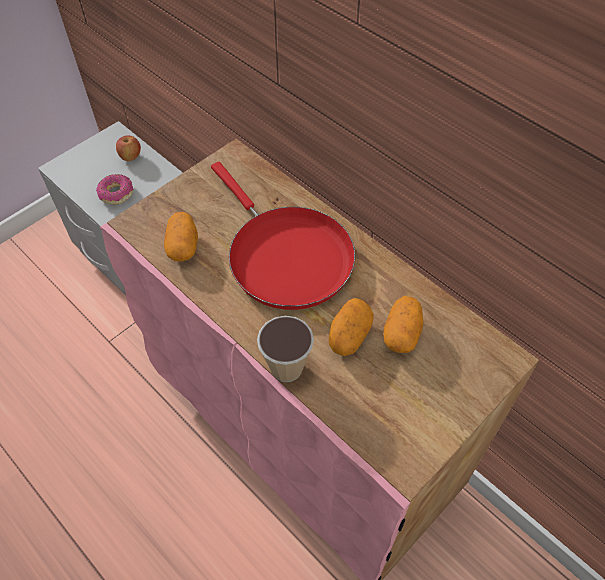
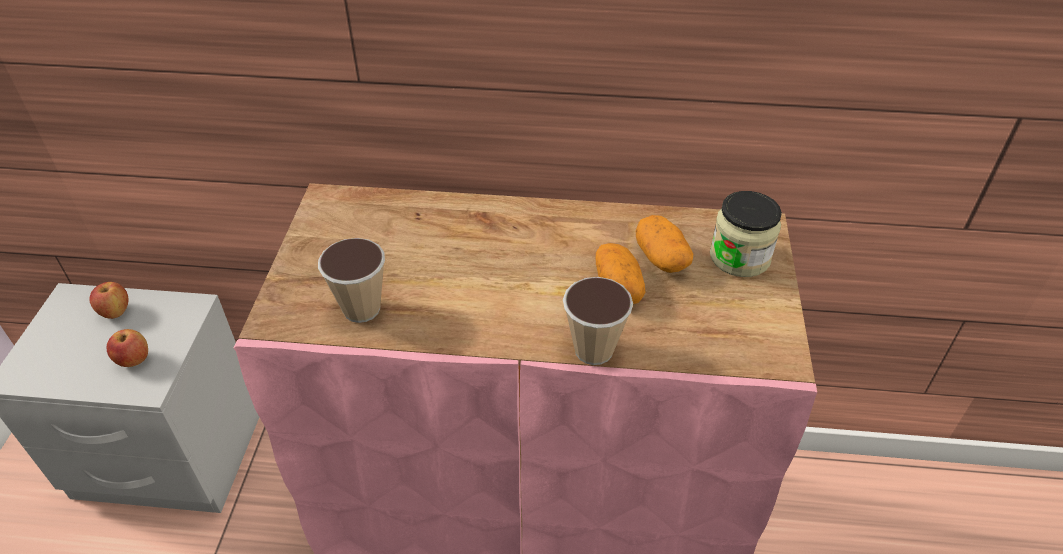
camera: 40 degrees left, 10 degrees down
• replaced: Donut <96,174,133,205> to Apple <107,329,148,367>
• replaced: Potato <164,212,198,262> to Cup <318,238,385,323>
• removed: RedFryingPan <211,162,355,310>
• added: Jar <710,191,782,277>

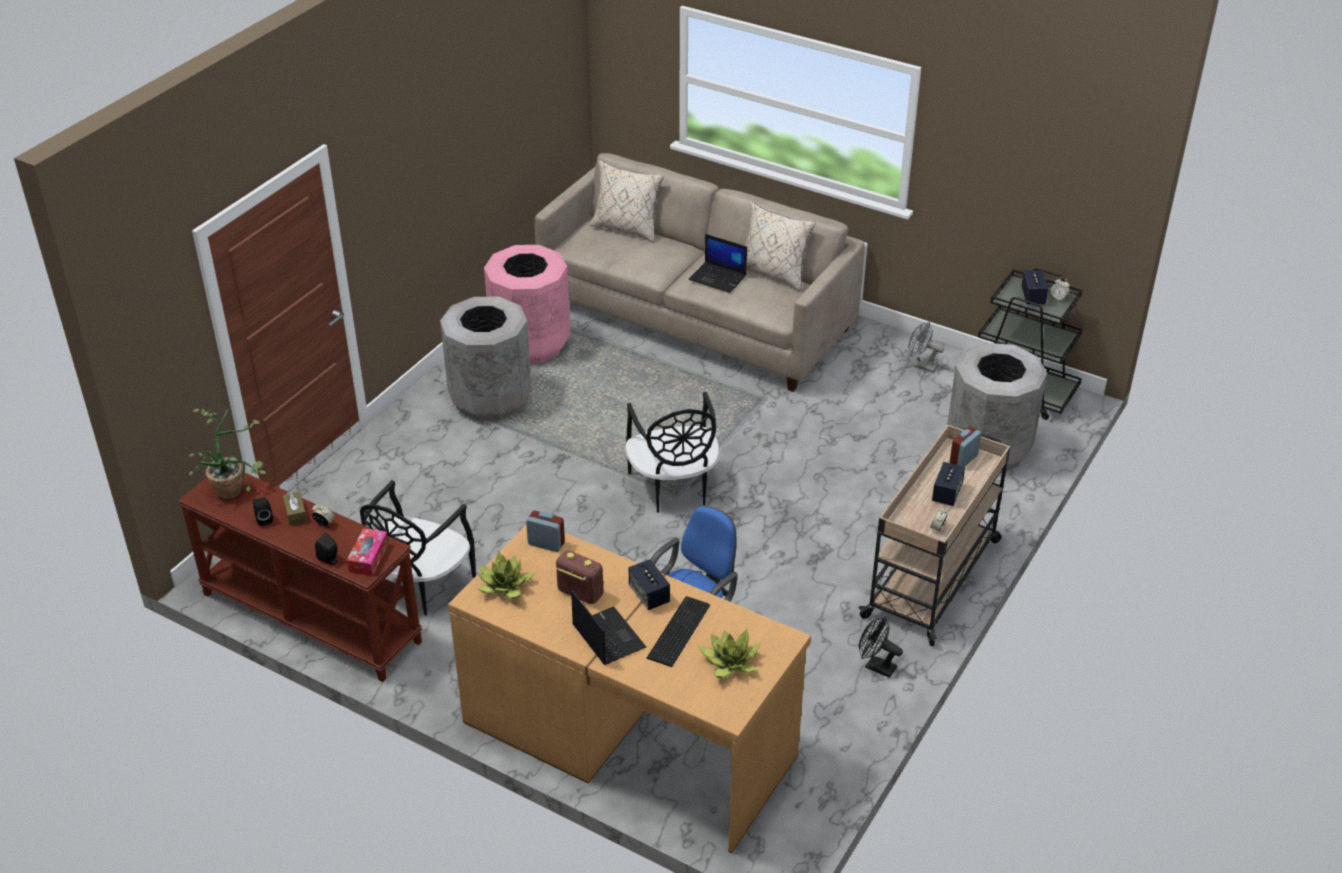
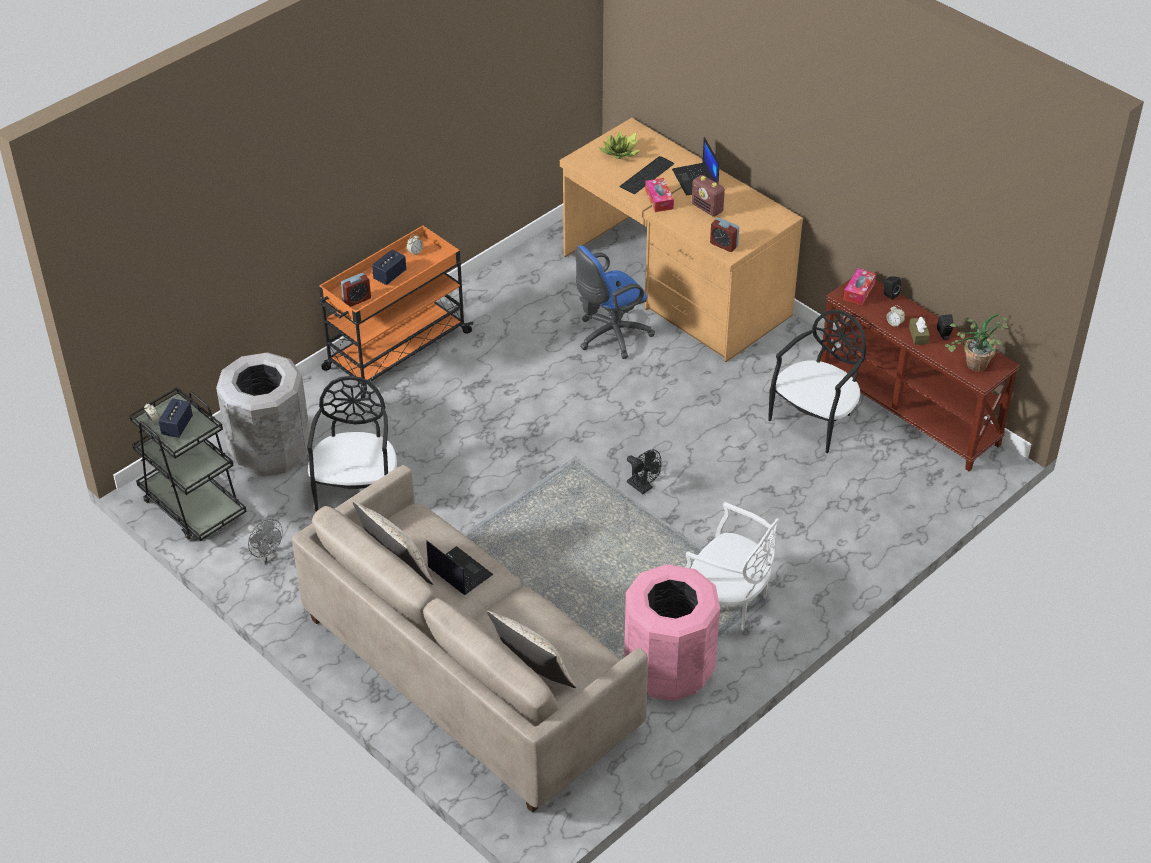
camera: 165 degrees left, 5 degrees up
• replaced: GreyTrashCan <440,297,532,421> to WhiteChair <686,502,779,630>
• removed: PottedPlant <478,551,535,599>
• moved: BlackChair <625,392,719,513> to <307,376,397,512>
• replaced: Speaker <629,559,670,610> to TissueBox <645,178,674,212>
• recoloured: BeigeCart <858,425,1010,646> to OrangeCart <318,225,473,398>
• moved: BlackFan <859,617,903,678> to <627,449,661,494>

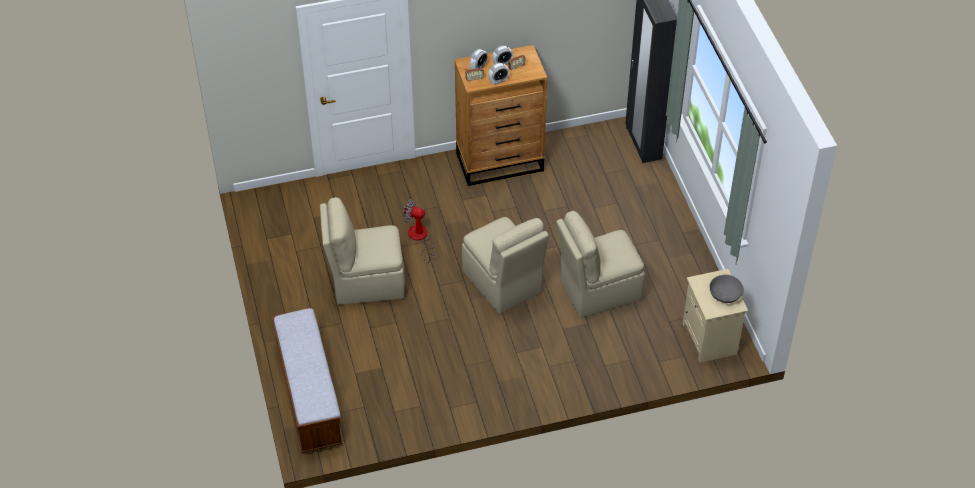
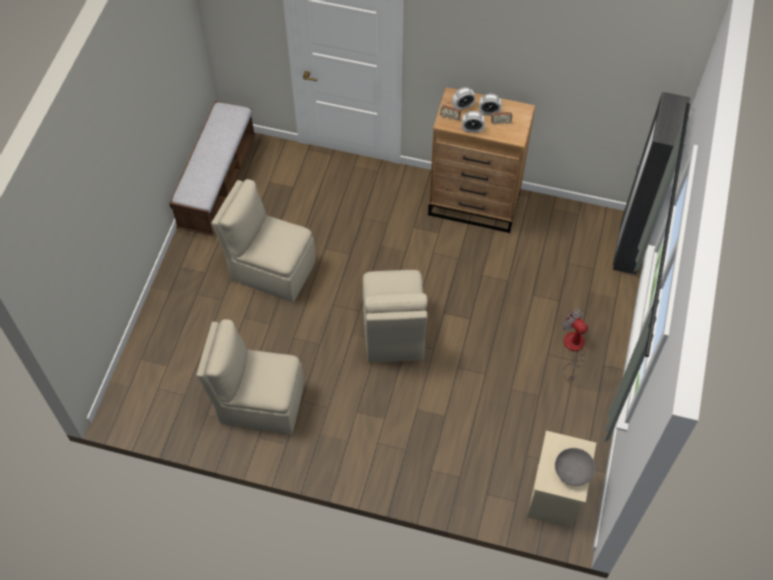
camera: 30 degrees right, 10 degrees up
• moved: Bench <272,308,343,453> to <169,101,256,236>
• moved: Fan <403,199,434,262> to <562,309,588,381>
• moved: BeigeChair <556,211,645,318> to <196,319,304,435>

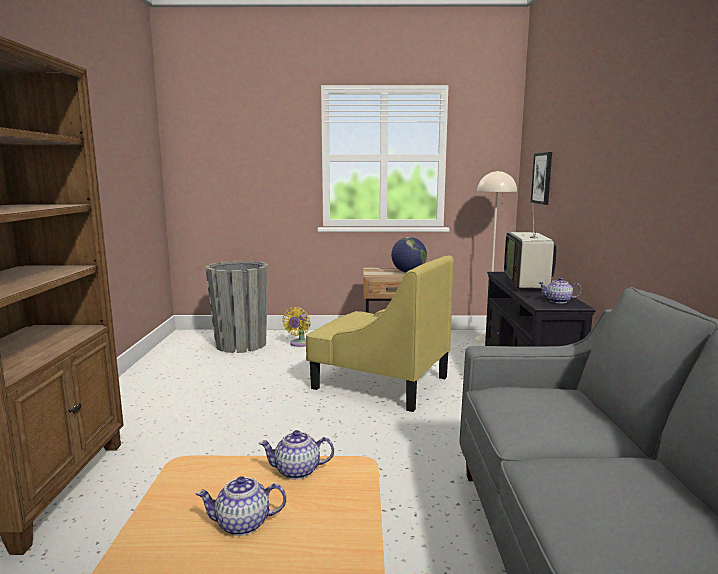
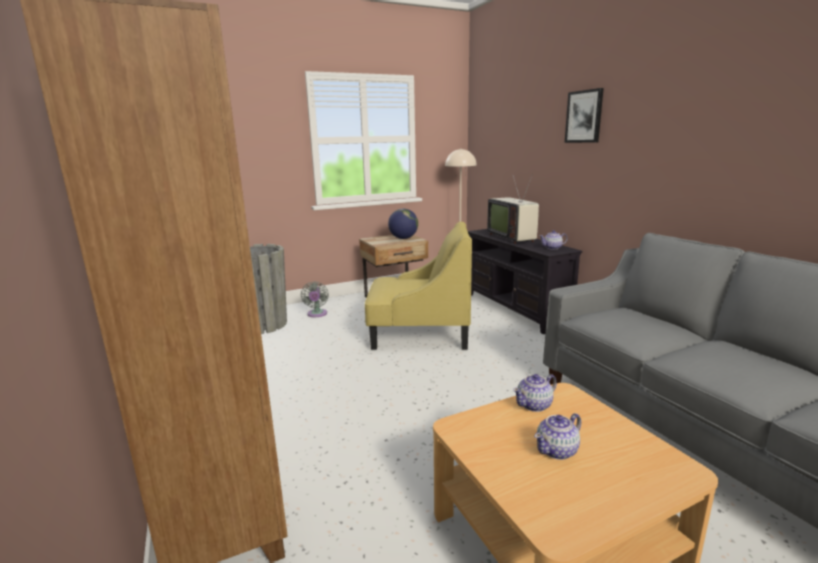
camera: 25 degrees left, 5 degrees up
• recoloured: YellowFan <282,307,310,347> to GreyFan <301,281,329,317>
• moved: Picture <531,152,552,205> to <565,88,604,143>

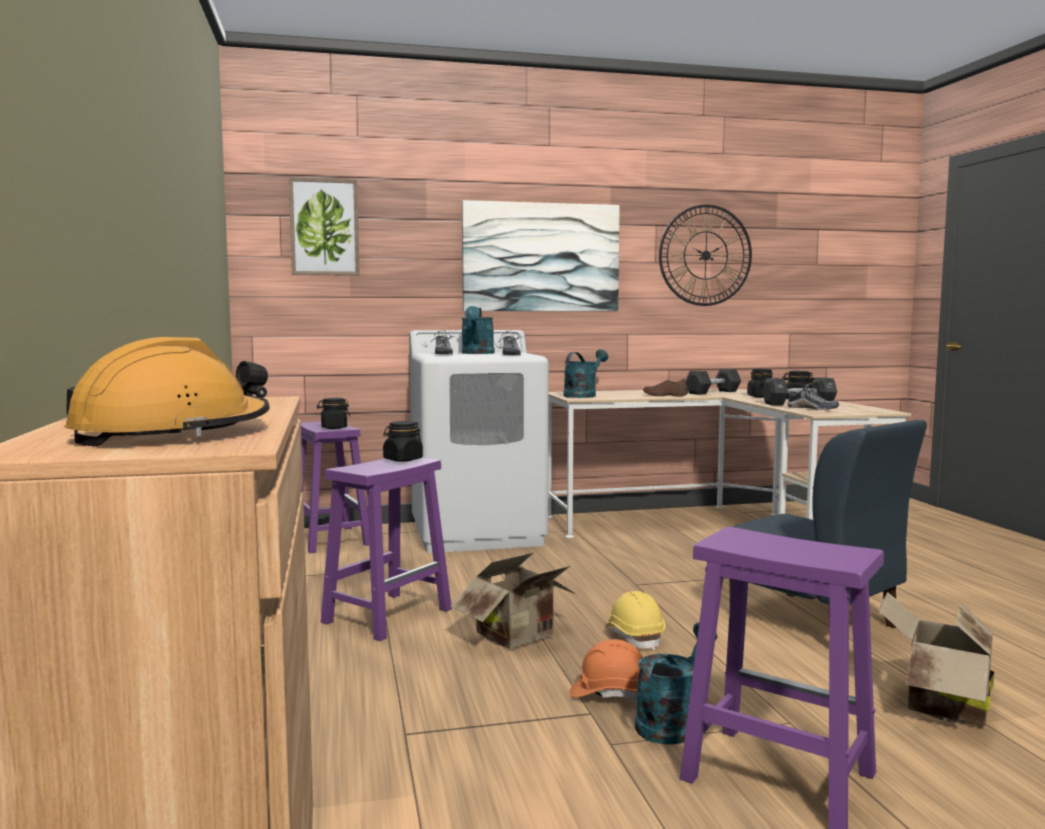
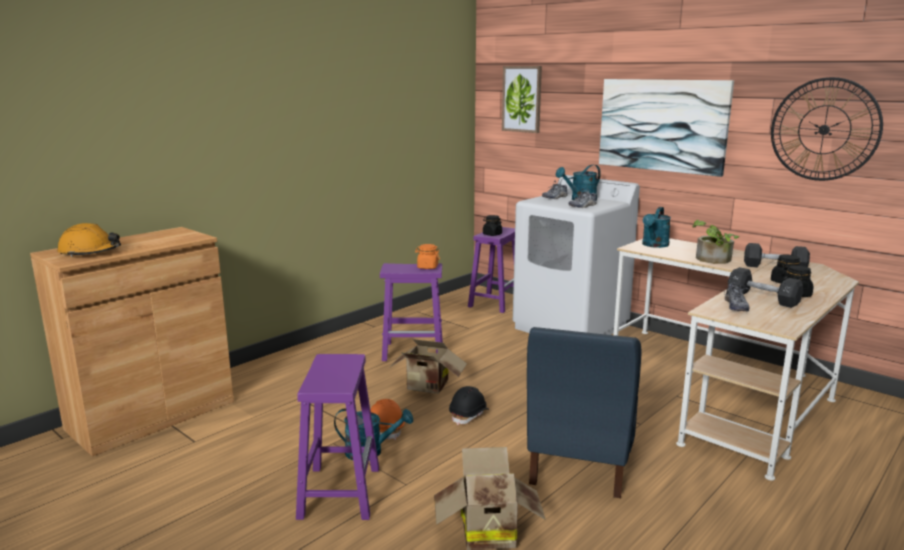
camera: 55 degrees right, 10 degrees up
• recoloured: BlackJar <383,421,423,462> to OrangeJar <415,244,440,269>
• turned: TurquoiseWateringCan <563,349,608,398> = <642,207,671,248> 120 degrees clockwise
• recoloured: YellowHardHat <605,591,665,650> to BlackHardHat <449,386,489,425>
• replaced: BrownShoe <643,378,688,397> to PottedPlant <692,220,739,264>

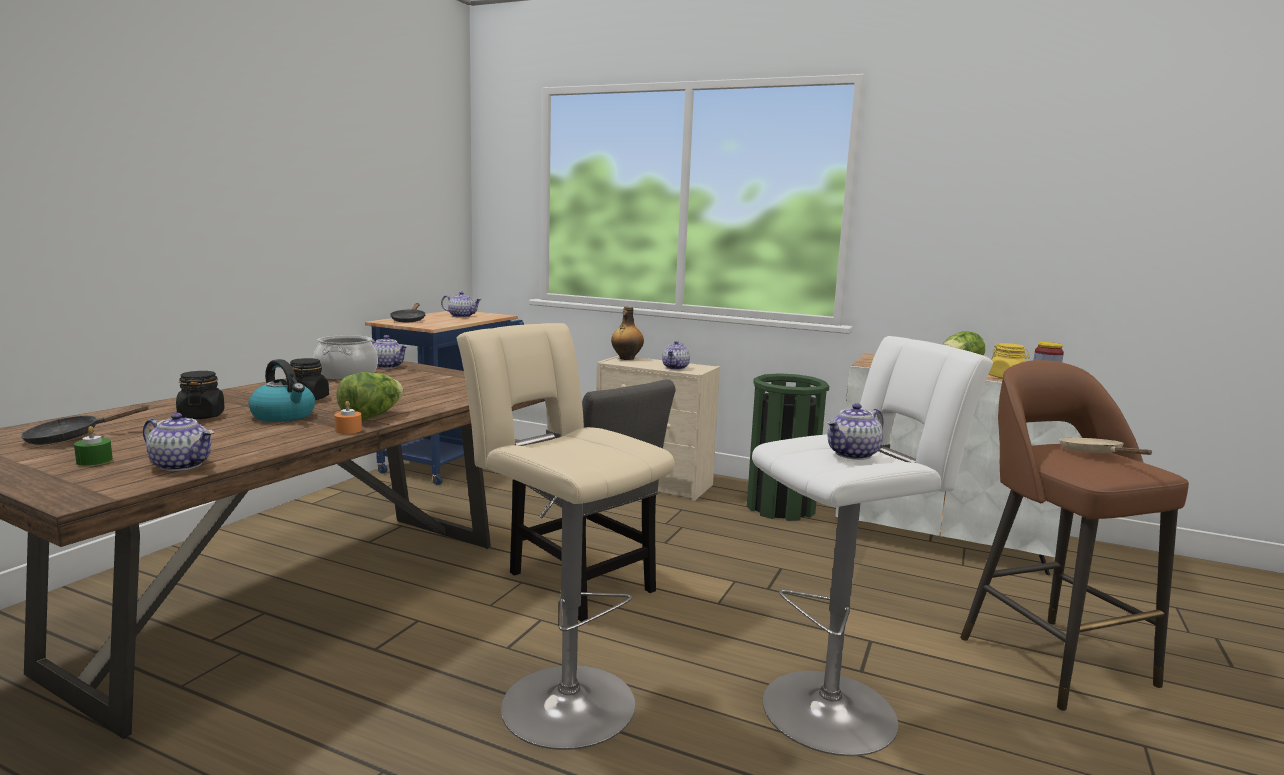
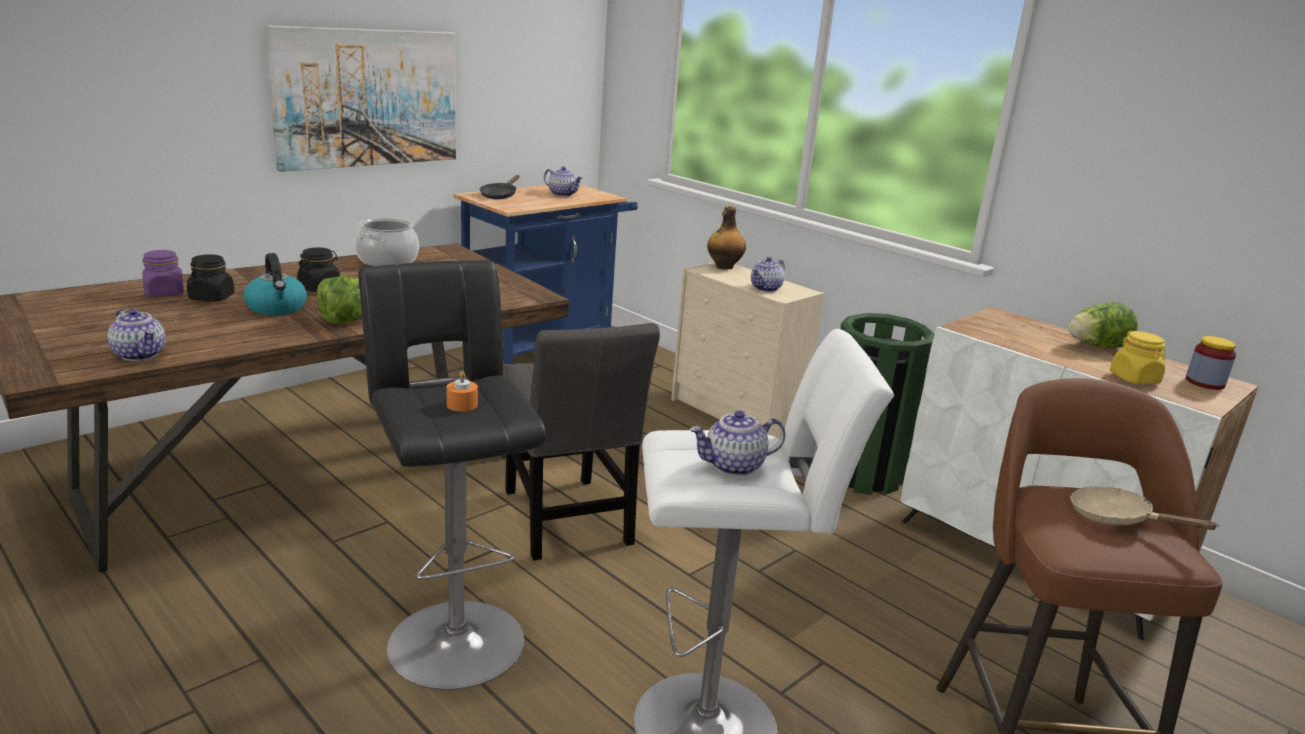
camera: 20 degrees right, 10 degrees up
• removed: BlackFryingPan <20,405,150,445>
• removed: GreenCandle <74,426,113,466>
• moved: OrangeCandle <334,401,362,434> to <447,371,478,412>
• removed: Teapot <371,335,408,369>
• recoloured: BeigeStool <457,323,675,750> to BlackStool <358,260,547,690>
• turned: BeigeFryingPan <1059,438,1152,455> = <1070,486,1219,530> 60 degrees counterclockwise
• added: PurpleJar <142,250,184,297>
• added: Picture <265,25,456,172>

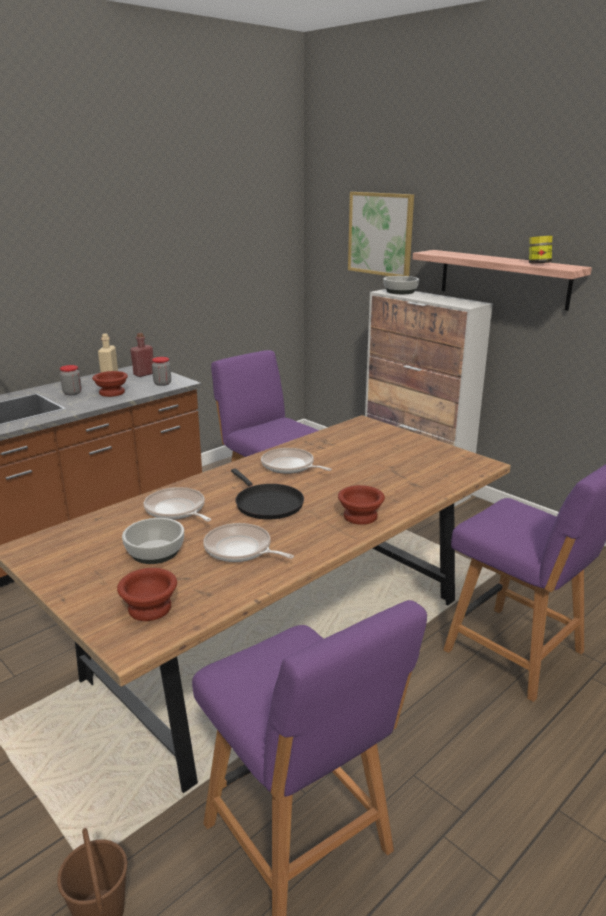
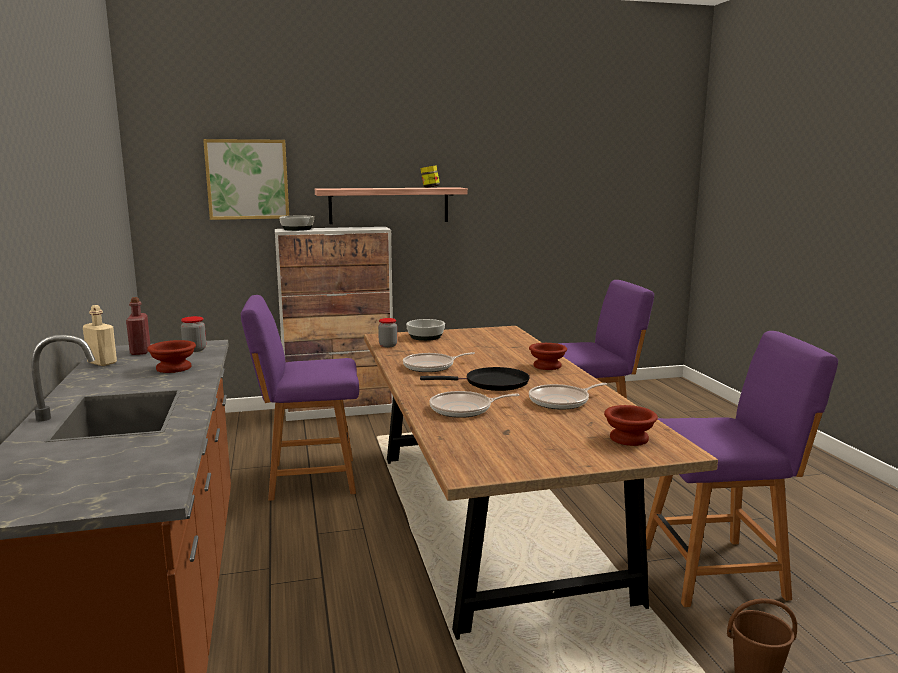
camera: 60 degrees left, 10 degrees down
• moved: Jar <60,365,82,395> to <378,318,397,348>
• moved: Bowl <122,518,184,564> to <406,319,445,341>

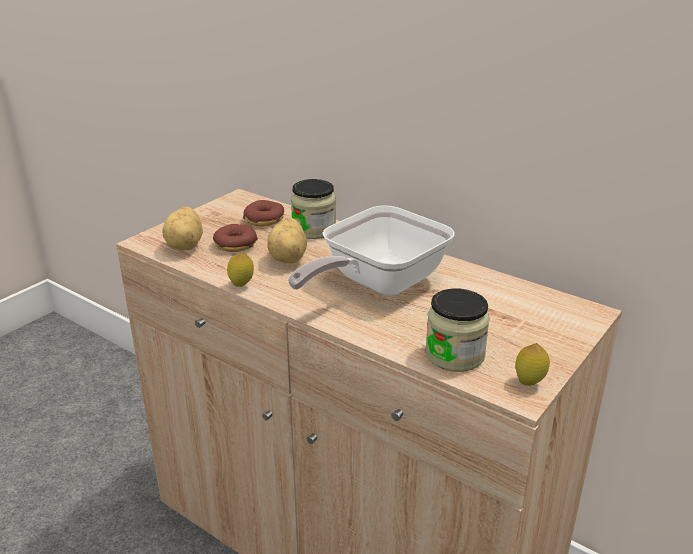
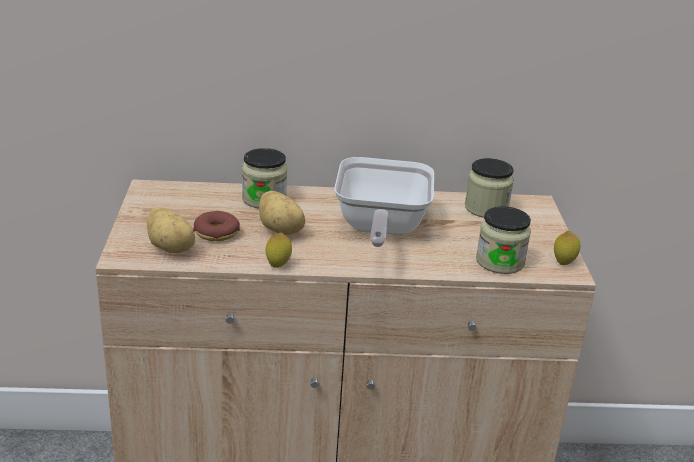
camera: 40 degrees left, 0 degrees up
• removed: Donut <243,200,284,227>
• added: Jar <465,158,514,218>

